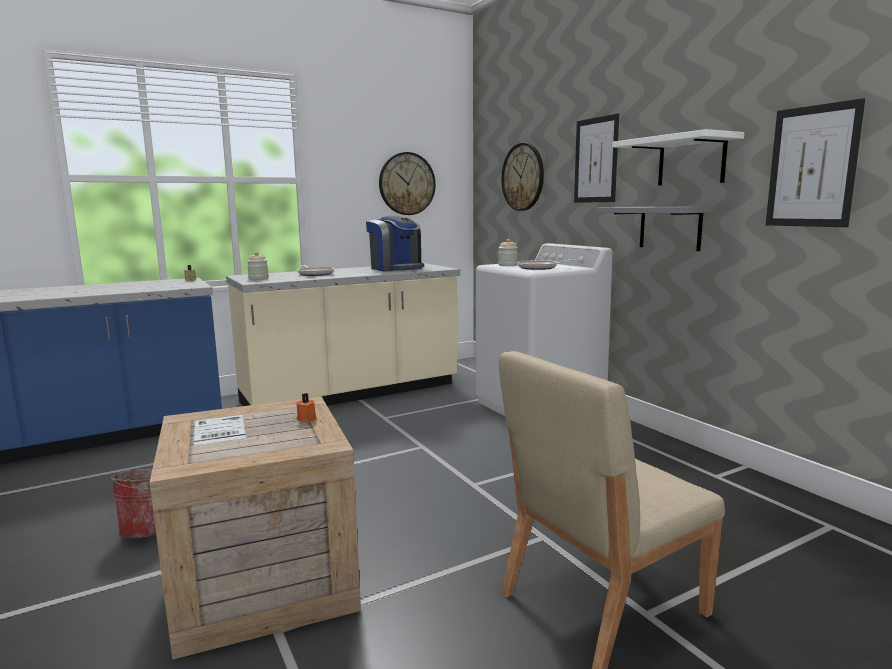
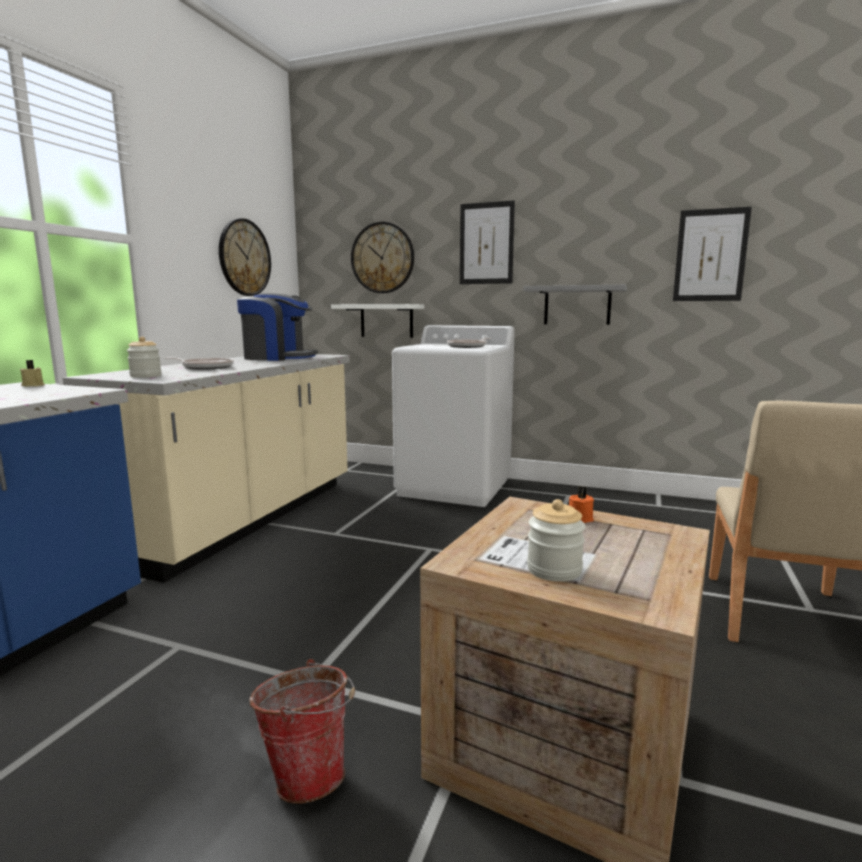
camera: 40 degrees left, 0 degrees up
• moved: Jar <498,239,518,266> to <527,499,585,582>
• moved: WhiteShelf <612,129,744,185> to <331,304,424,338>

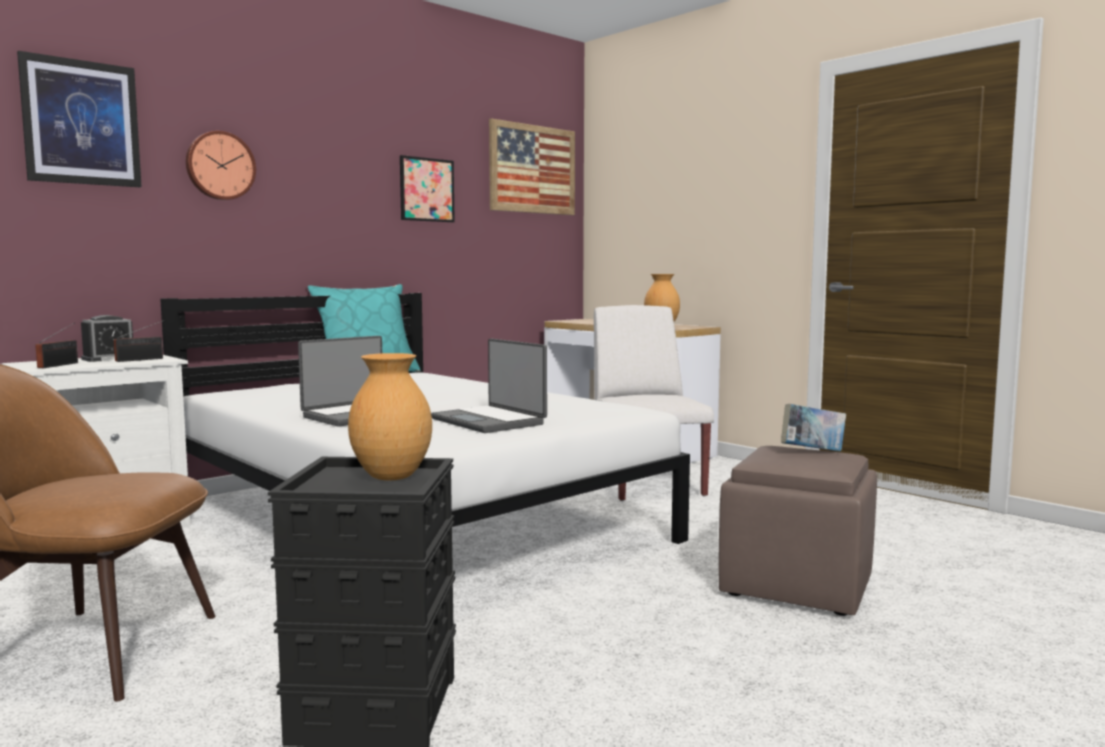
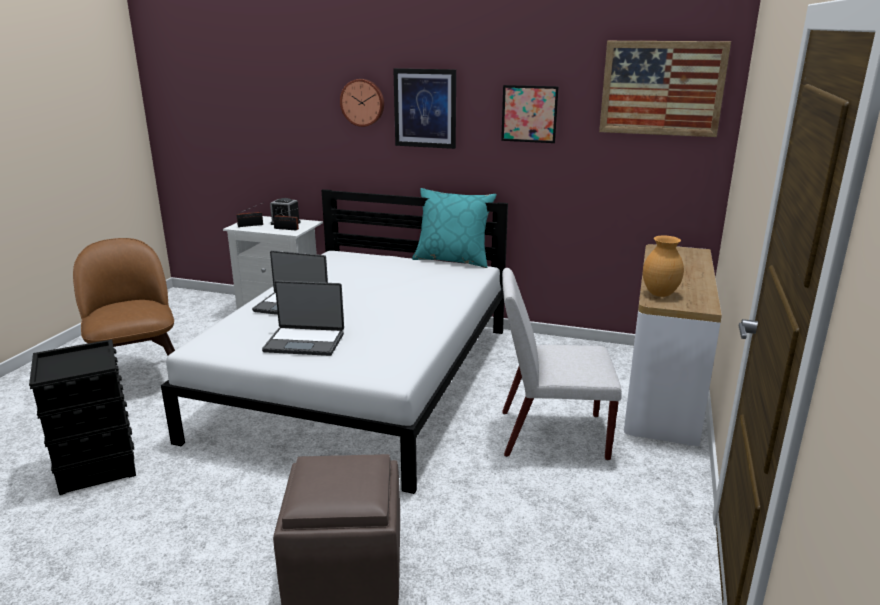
camera: 60 degrees right, 15 degrees up
• moved: Picture <17,51,142,187> to <393,68,456,149>
• removed: BrownVase <348,353,432,480>
• turned: Laptop <431,339,547,433> = <262,281,344,356> 105 degrees counterclockwise
• turned: WhiteChair <594,305,714,501> = <502,268,622,460> 135 degrees counterclockwise
• removed: Book <781,404,846,451>

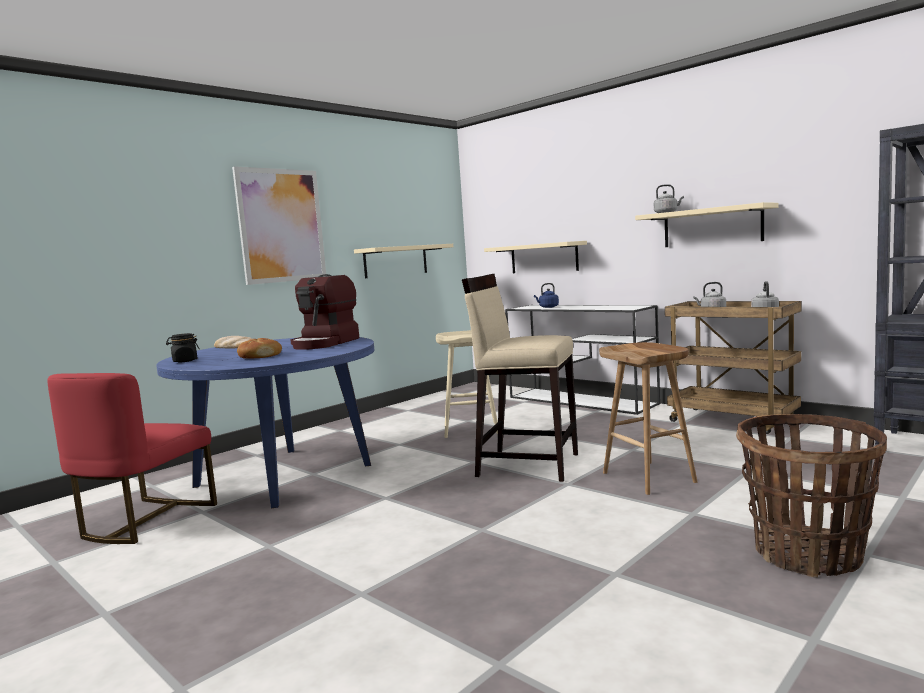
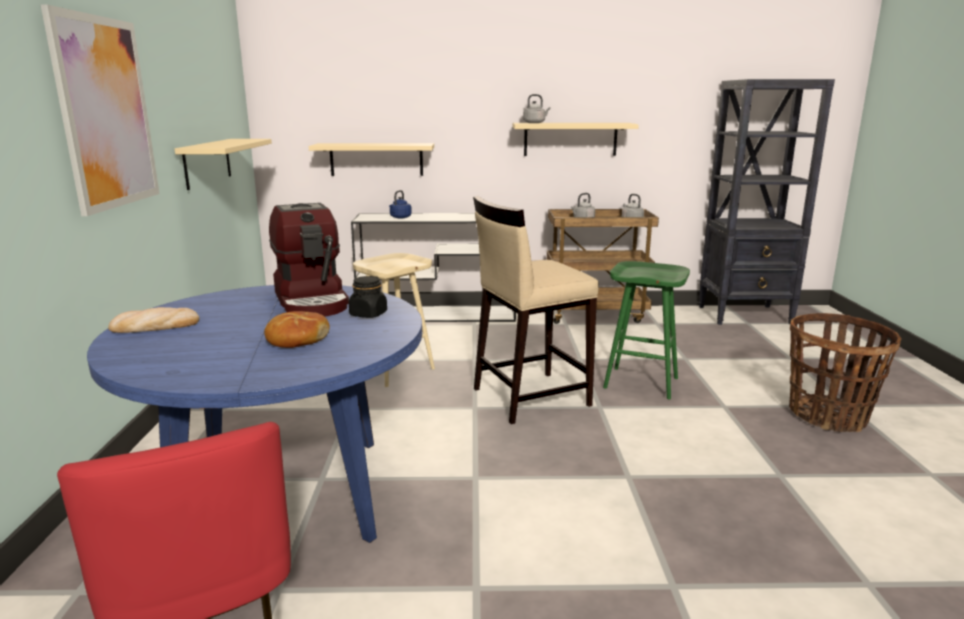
camera: 45 degrees left, 10 degrees up
• moved: BlackJar <166,333,199,362> to <349,276,387,318>
• recoloured: BrownStool <599,342,697,495> to GreenStool <603,261,690,399>

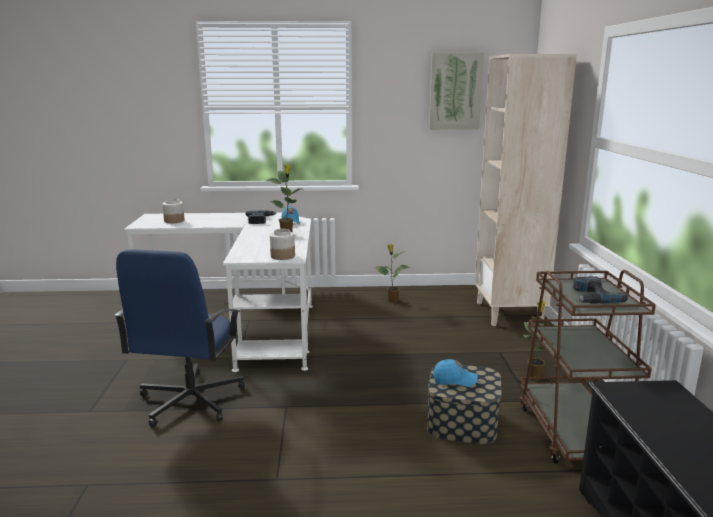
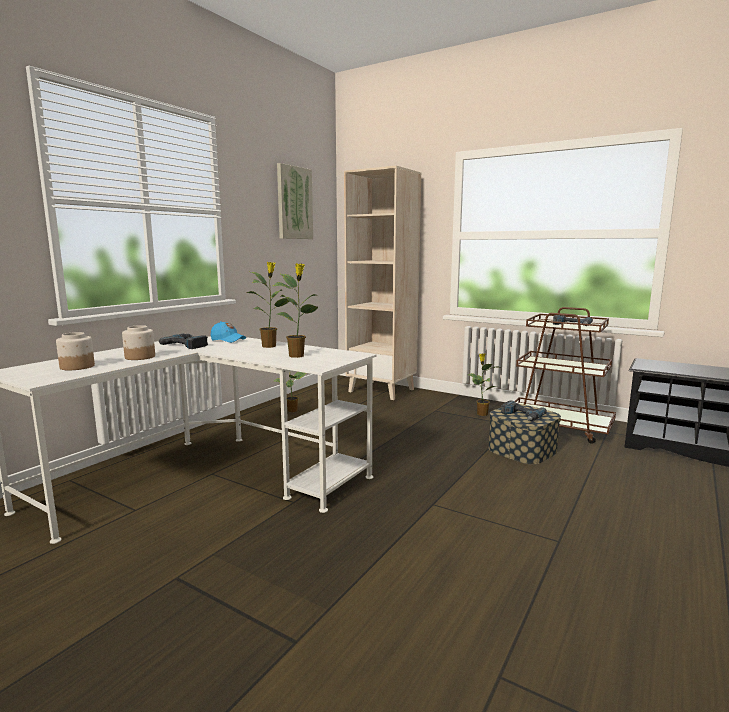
camera: 55 degrees left, 5 degrees down
• removed: BlueOfficeChair <114,250,245,427>
• moved: Jar <270,229,295,260> to <122,325,155,360>
• replaced: BlueCap <433,359,478,387> to PowerDrill <501,400,547,421>
• added: PottedPlant <273,263,318,358>

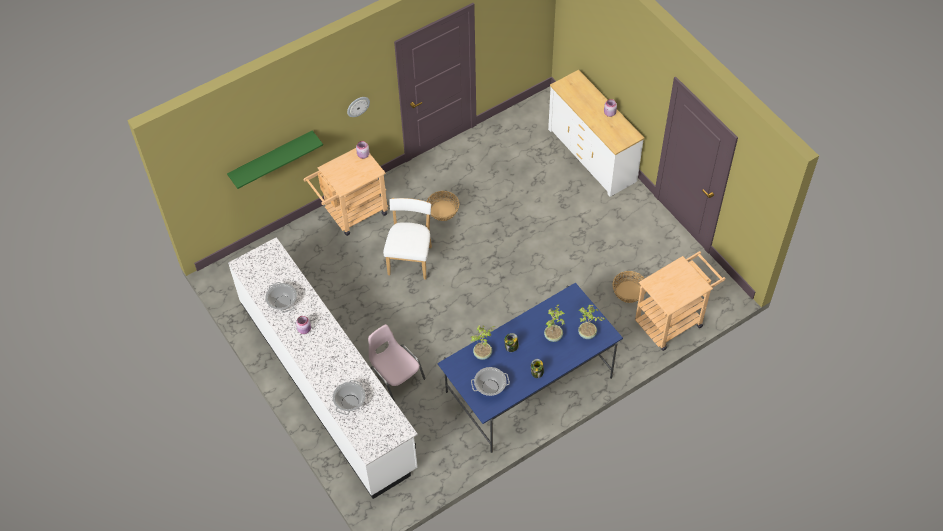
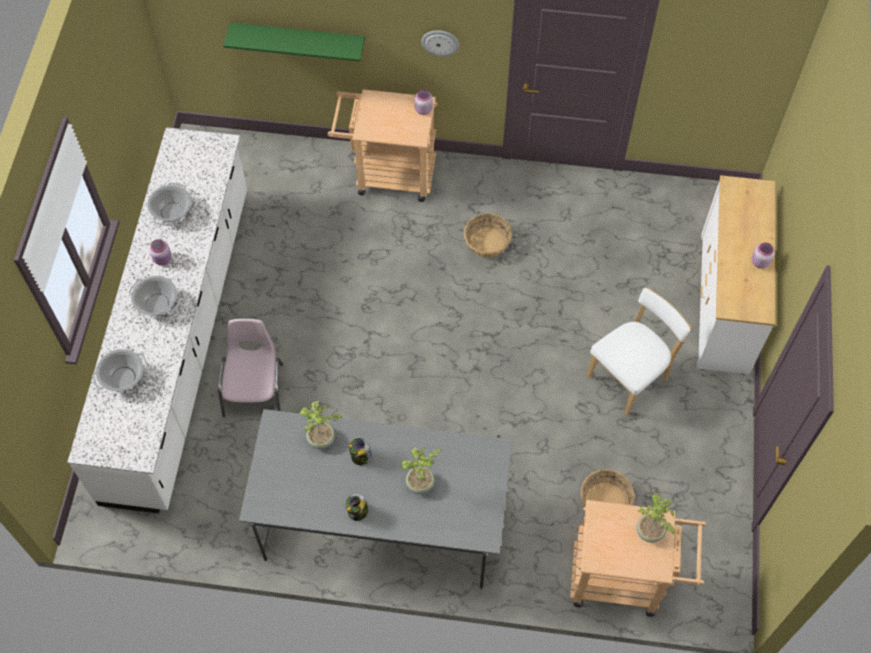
camera: 40 degrees right, 5 degrees up
• moved: WhiteChair <383,198,432,280> to <587,288,692,415>
• recoloured: BlueDiningTable <437,283,623,453> to GreyDiningTable <239,408,512,589>
• moved: CookingPot <471,367,510,396> to <129,276,181,316>
• moved: PottedPlant <578,305,605,339> to <637,494,674,543>

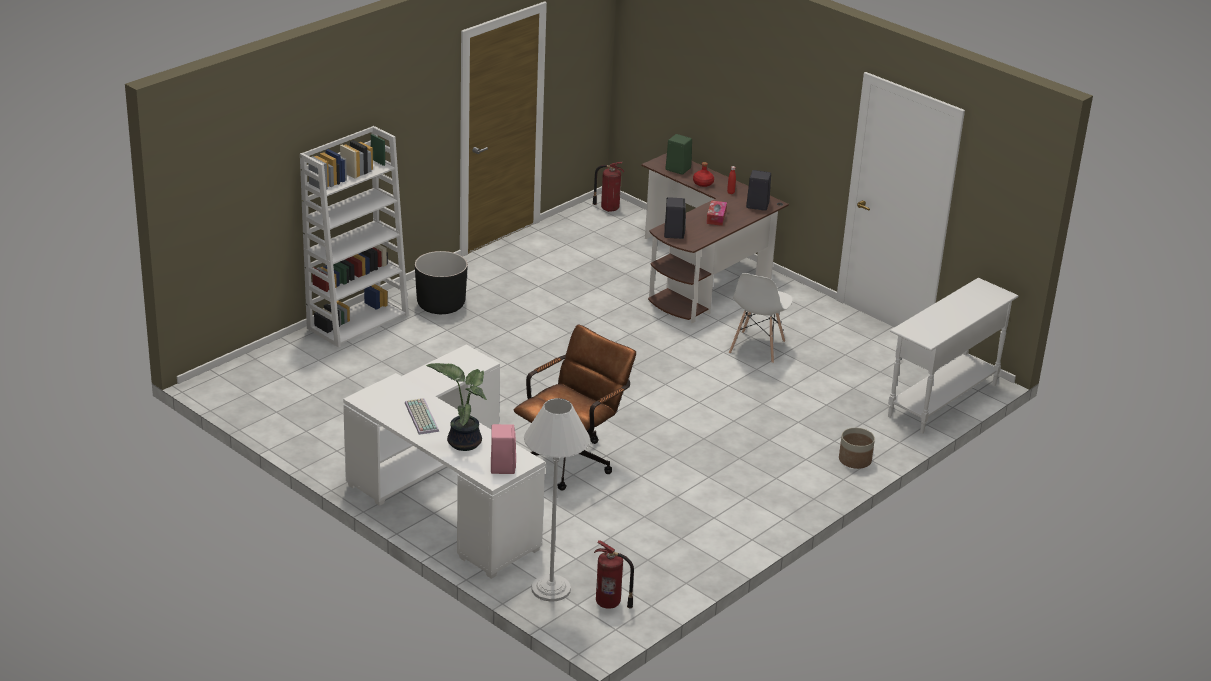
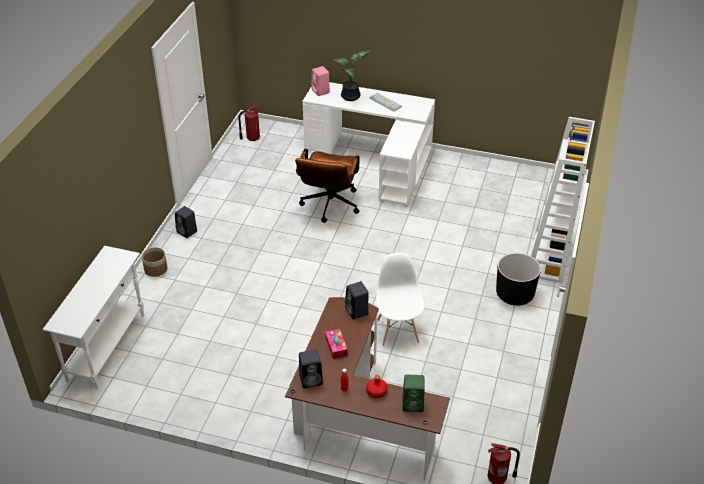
camera: 155 degrees right, 10 degrees up
• removed: WhiteFloorLamp <524,398,590,602>
• moved: WhiteChair <729,273,793,363> to <376,253,425,346>
• added: BlackSpeaker <175,206,197,238>

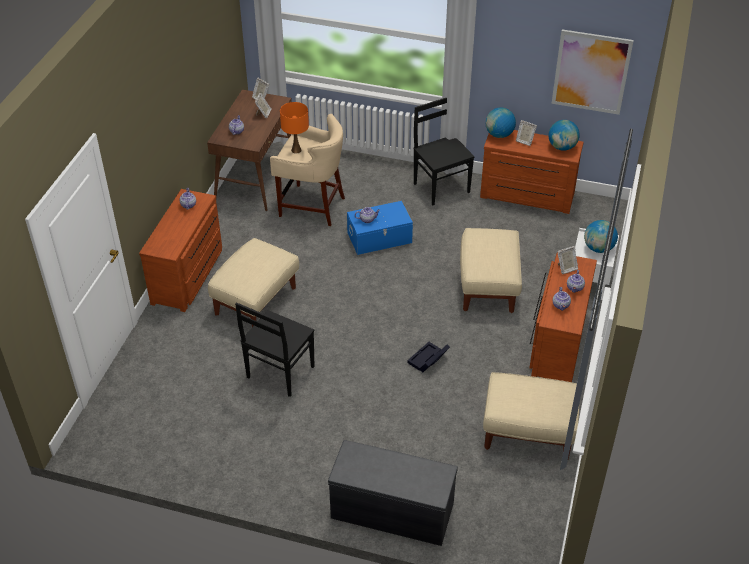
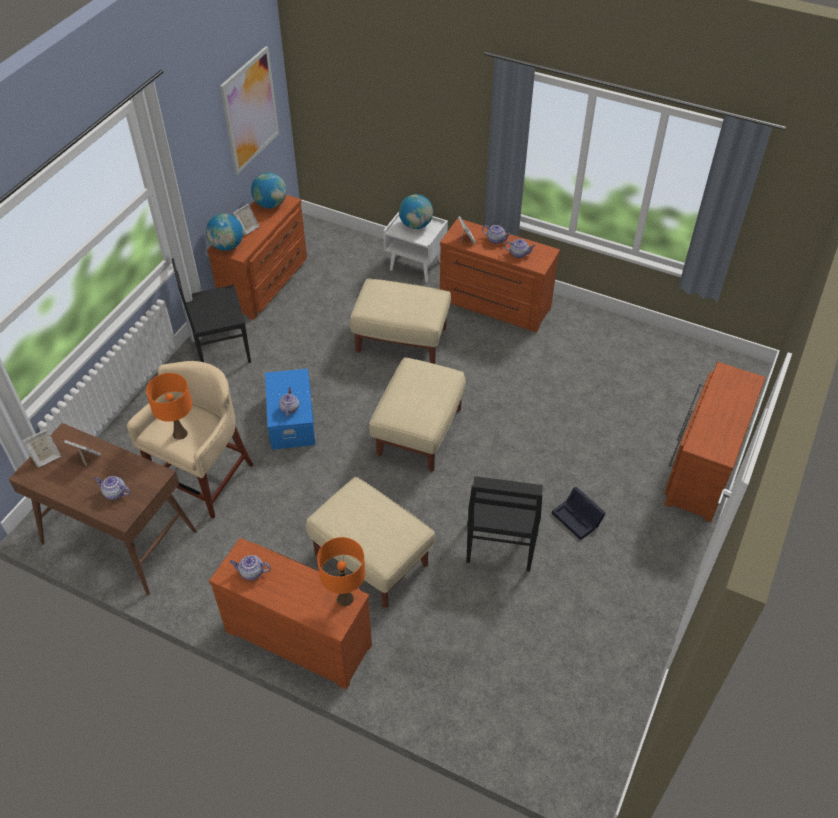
camera: 80 degrees left, 5 degrees up
• turned: BlackChair <235,303,315,397> = <467,476,543,571> 60 degrees clockwise
• replaced: GreyBench <328,440,458,546> to BrownDresser <664,362,765,522>
• moved: BlackStorageBox <407,342,450,373> to <552,487,606,540>
• moved: BeigeOttoman <483,372,580,459> to <369,357,466,472>
• added: OrangeTableLamp <317,537,365,606>

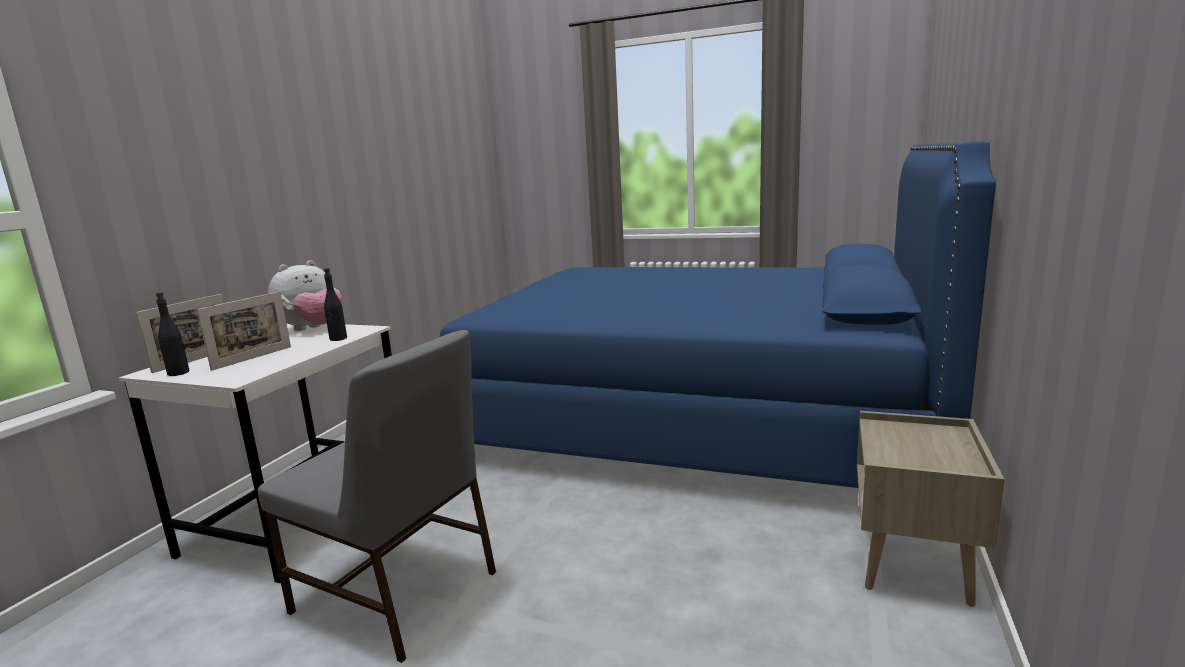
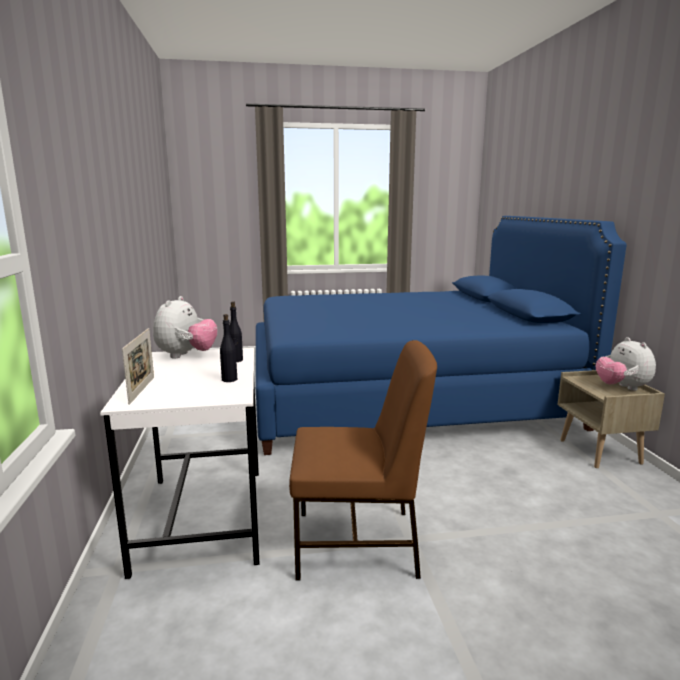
camera: 30 degrees left, 0 degrees up
• moved: BlackBottle <156,292,189,376> to <220,314,237,382>
• removed: PictureFrame <197,291,291,371>
• recoloured: GreyChair <258,330,496,663> to BrownChair <289,340,437,580>
• added: PlushToy <596,337,656,391>

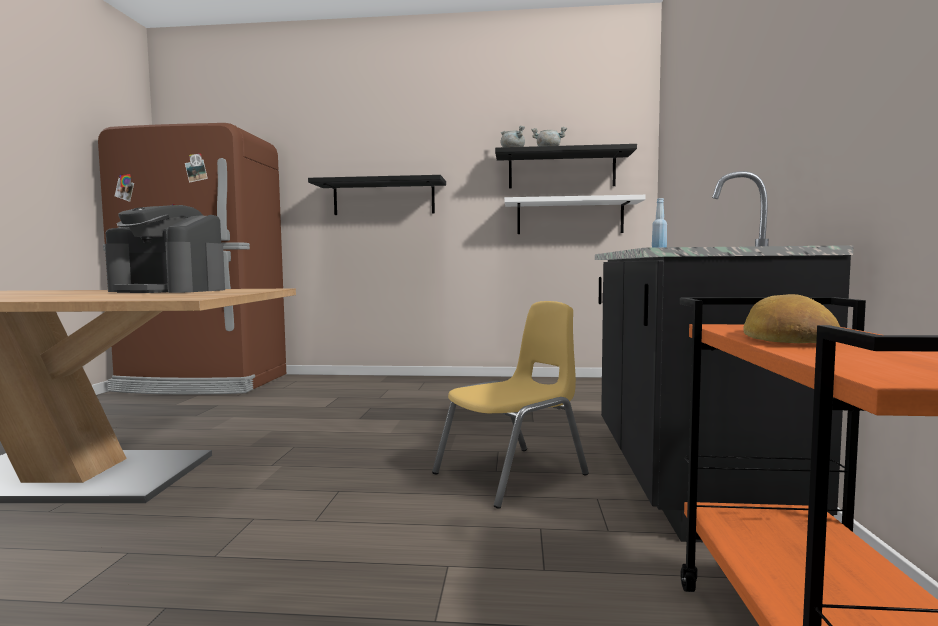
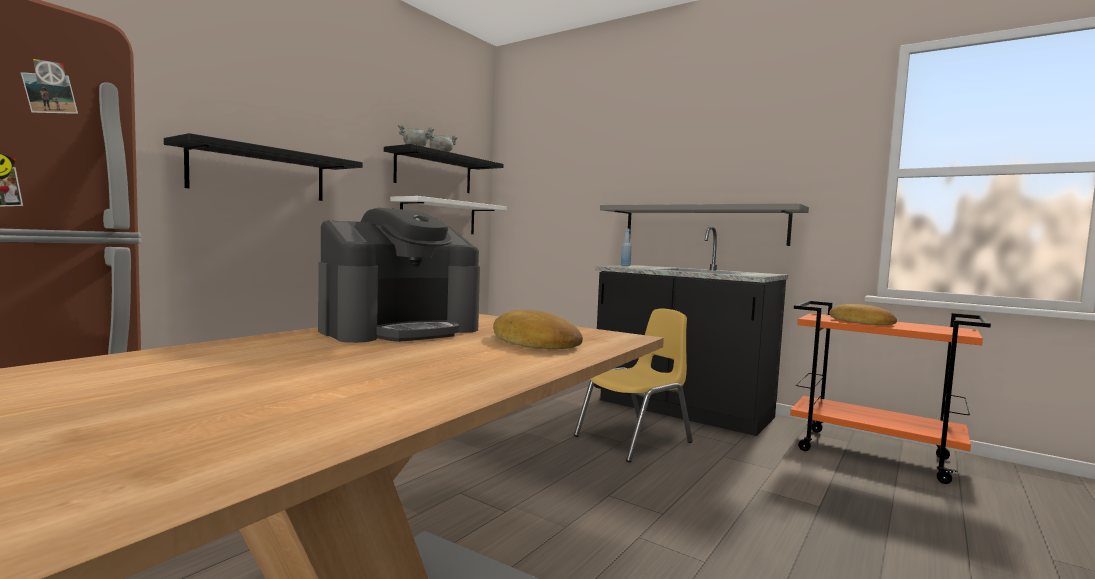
camera: 60 degrees left, 0 degrees up
• turned: YellowChair <432,301,589,509> = <574,308,693,462> 60 degrees clockwise
• added: Bread <493,310,583,349>
• added: GreyShelf <600,203,809,246>

